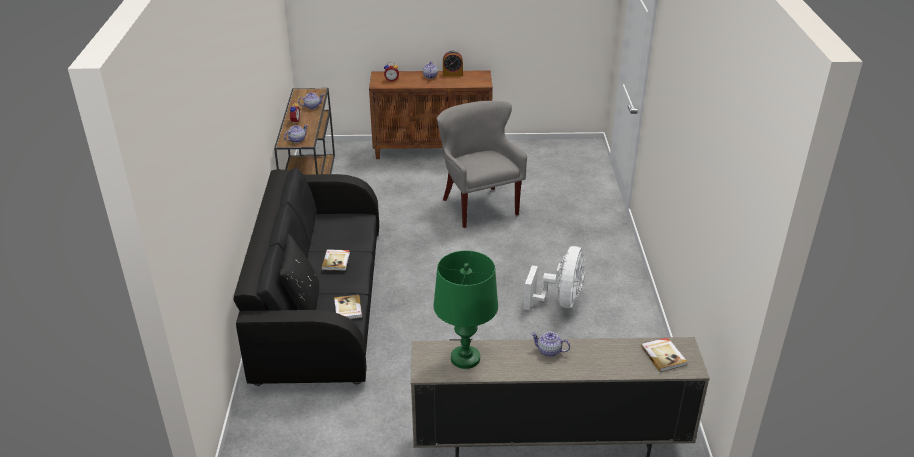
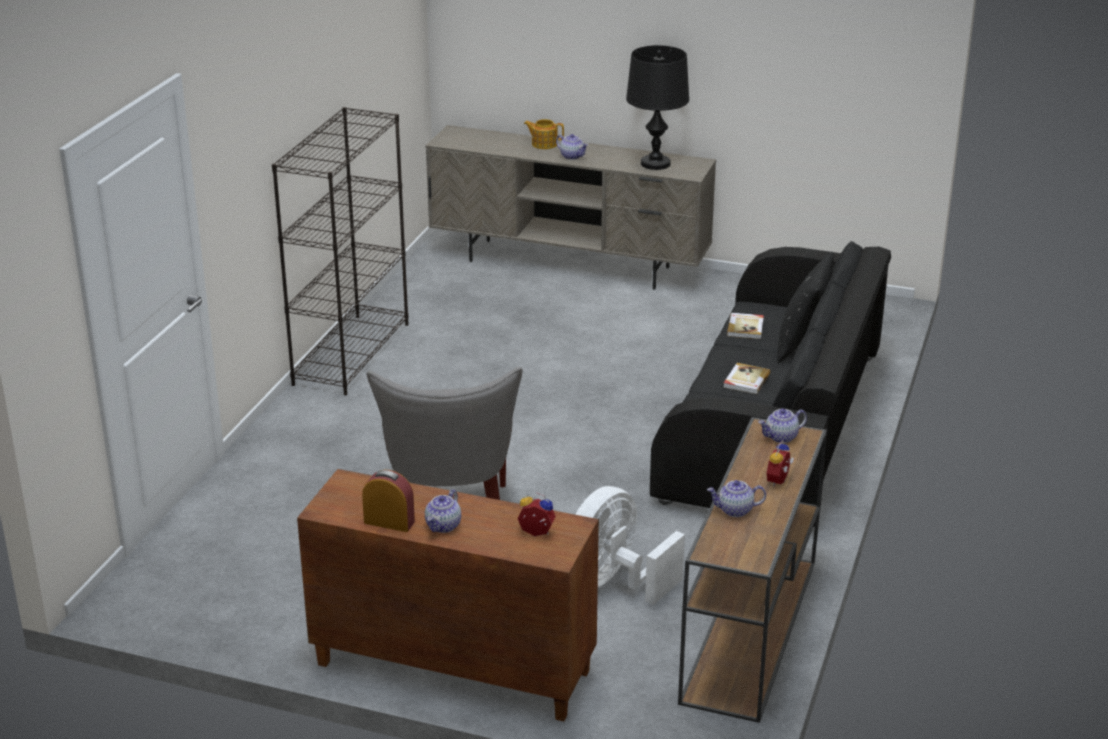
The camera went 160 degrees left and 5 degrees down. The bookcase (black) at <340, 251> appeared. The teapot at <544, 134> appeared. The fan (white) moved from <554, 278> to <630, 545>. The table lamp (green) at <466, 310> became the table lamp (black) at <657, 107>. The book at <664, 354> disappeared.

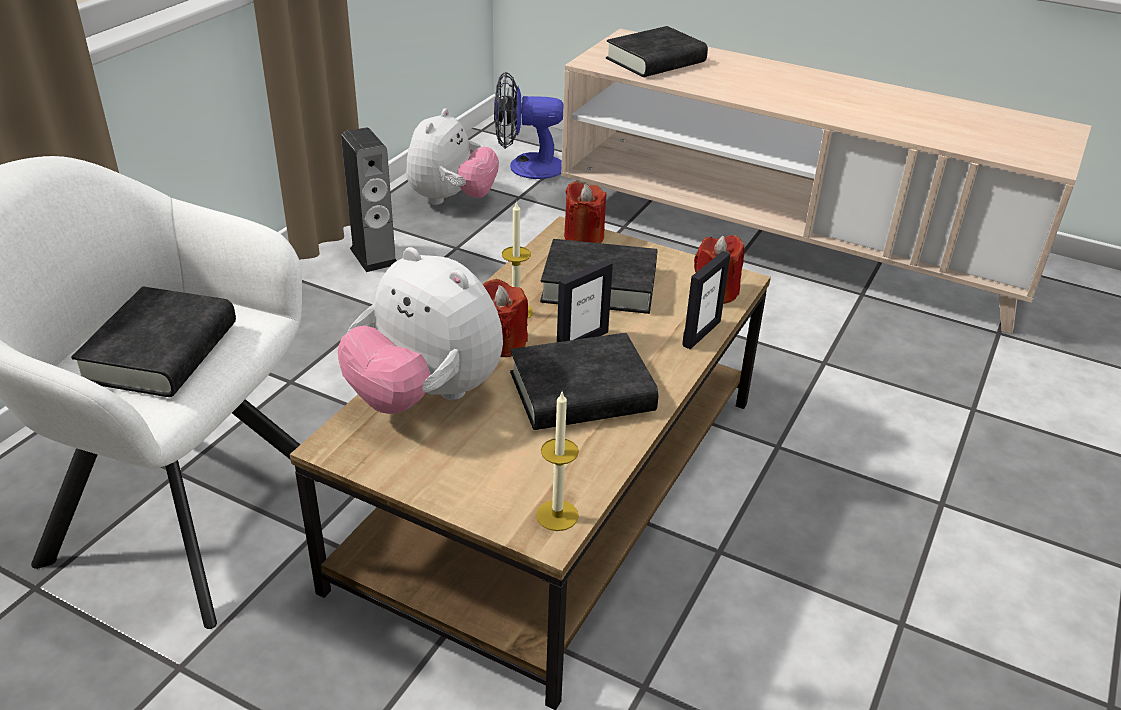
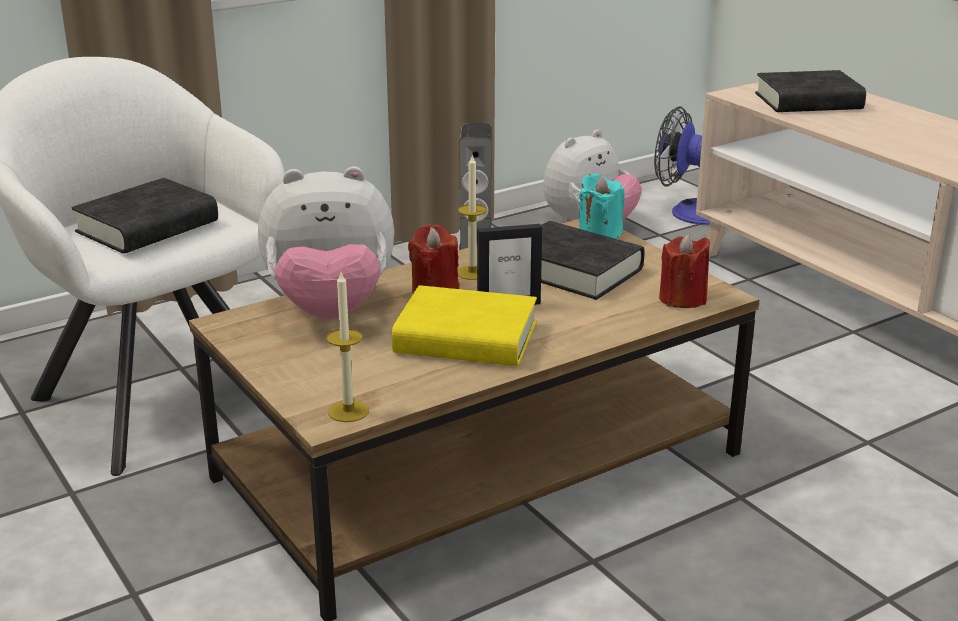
The camera went 30 degrees right and 10 degrees down. The plush toy at <420, 330> turned 75 degrees counterclockwise. The book (black) at <584, 381> became the book (yellow) at <464, 325>. The candle (red) at <585, 212> became the candle (turquoise) at <601, 206>. The picture frame at <706, 300> disappeared.

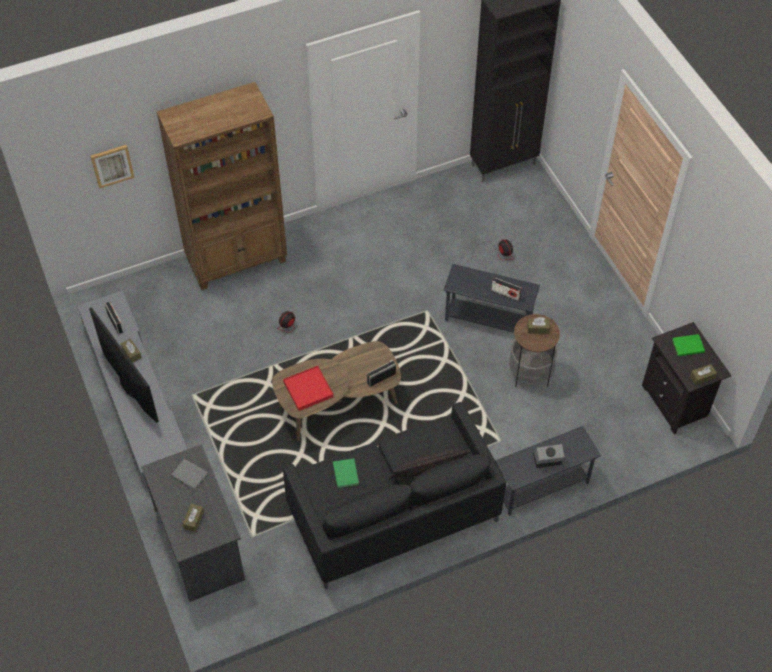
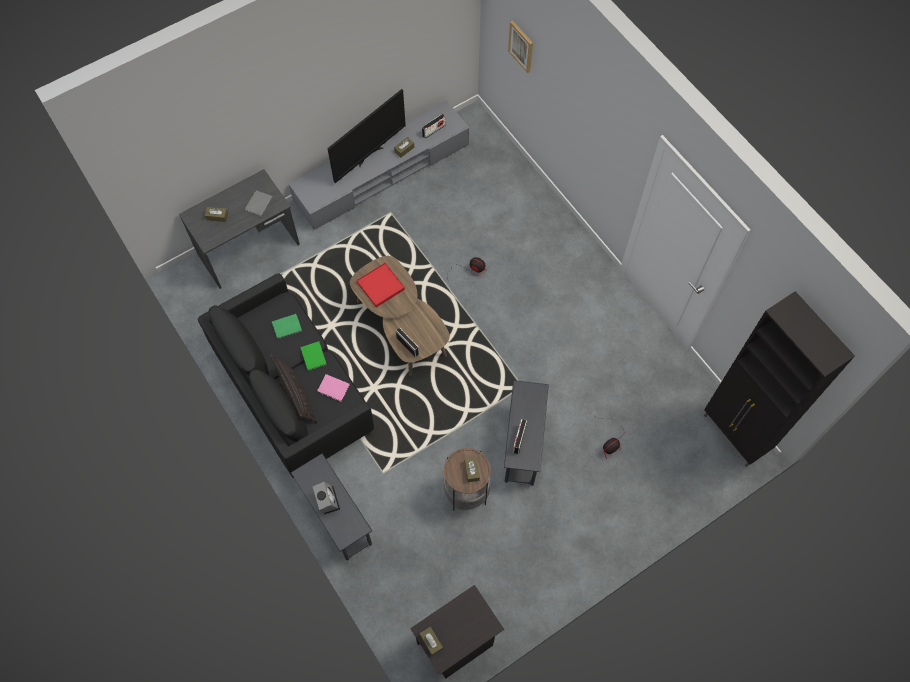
The camera went 80 degrees right and 10 degrees up. The book (green) moved from <688, 345> to <313, 356>. The book (pink) at <333, 388> appeared. The bookcase (brown) at <222, 186> disappeared.

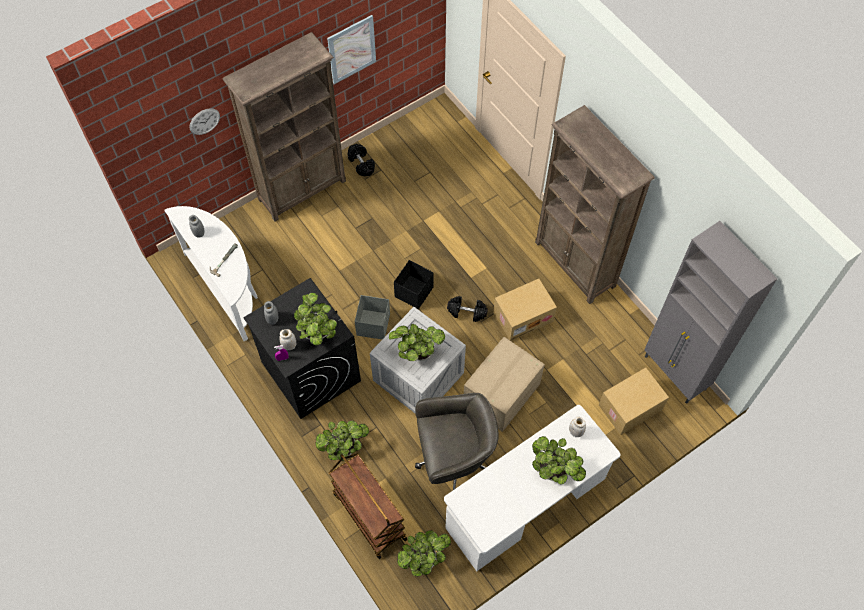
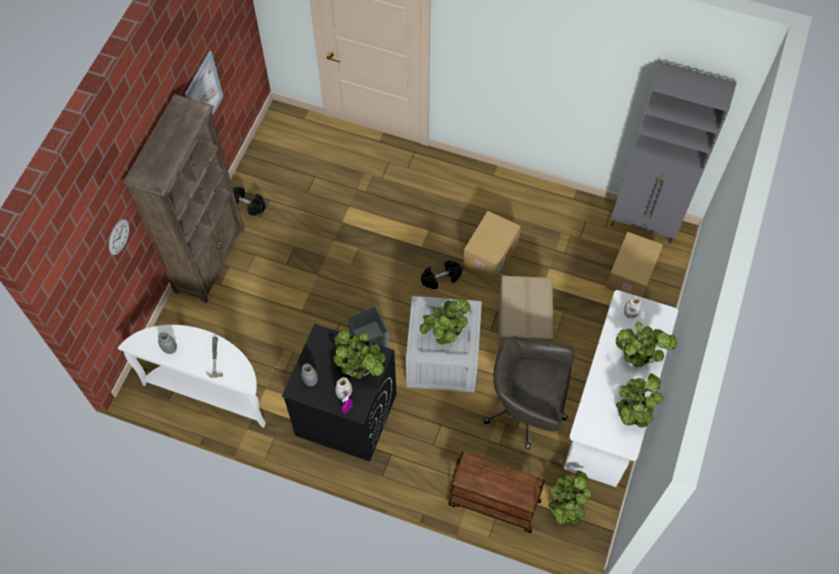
The camera went 35 degrees left and 0 degrees up. The office chair (grey) at <456, 441> turned 120 degrees counterclockwise. The potted plant moved from <342, 441> to <639, 400>. The storage box (black) at <414, 284> disappeared. The bookcase (brown) at <595, 204> disappeared.

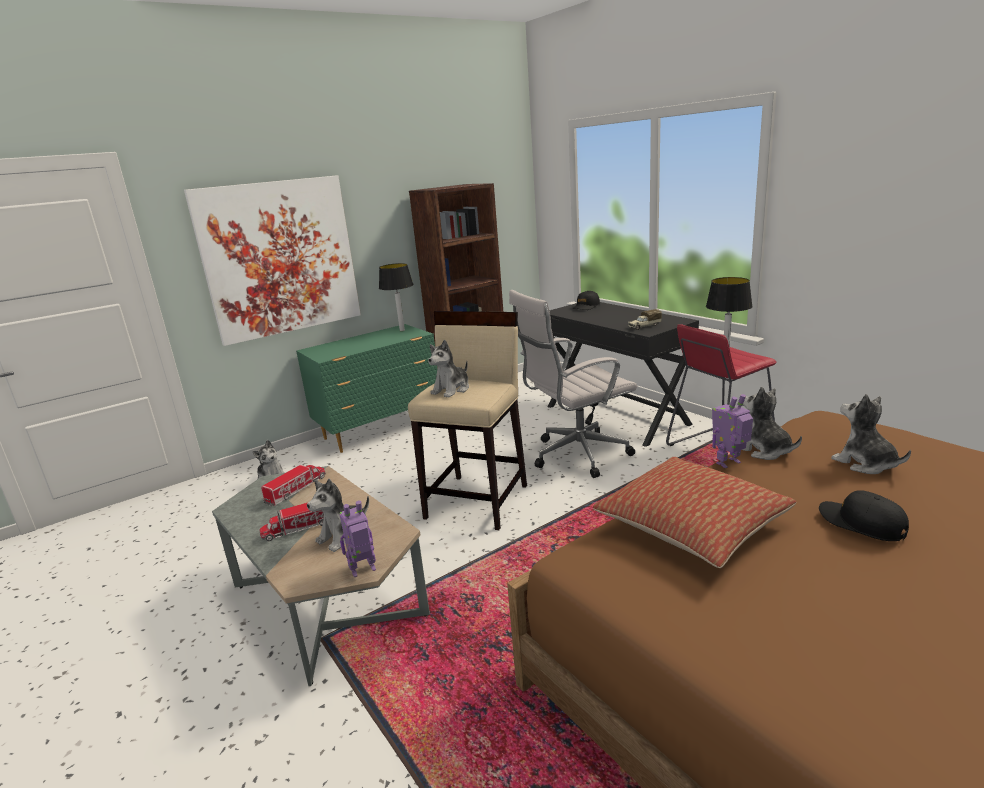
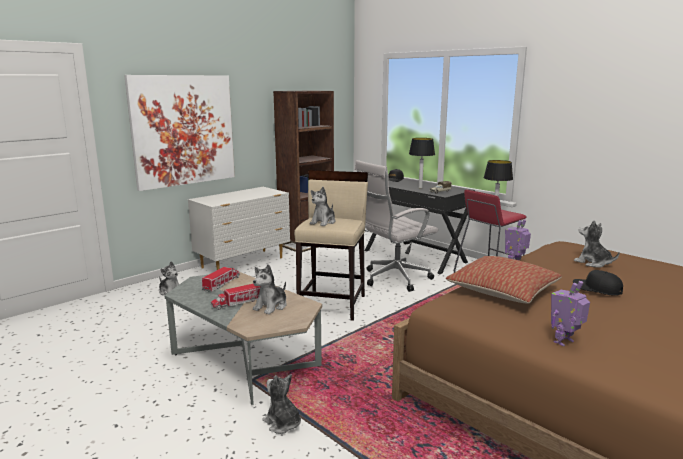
The camera went 10 degrees left and 5 degrees down. The dresser (green) at <366, 388> became the dresser (white) at <239, 228>. The plush toy moved from <772, 423> to <281, 404>. The table lamp moved from <396, 297> to <422, 163>. The toy robot moved from <357, 538> to <570, 314>.

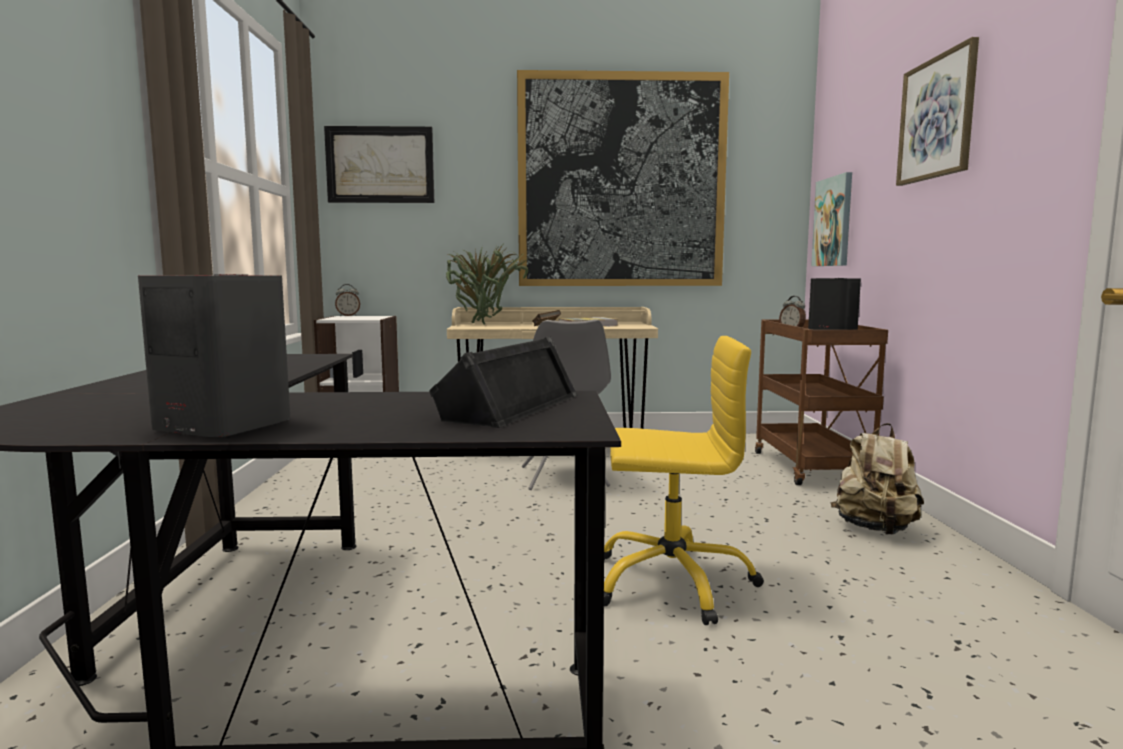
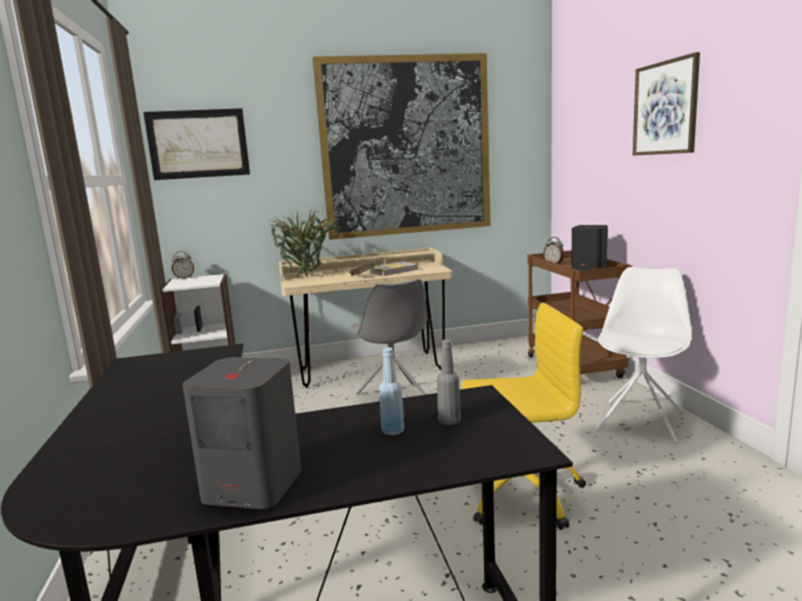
The camera went 10 degrees left and 5 degrees up. The bottle (blue) at <391, 391> appeared. The speaker (black) at <503, 382> was replaced by the bottle (grey) at <449, 382>. The backpack (beige) at <877, 479> was replaced by the chair (white) at <643, 355>. The picture at <831, 219> disappeared.

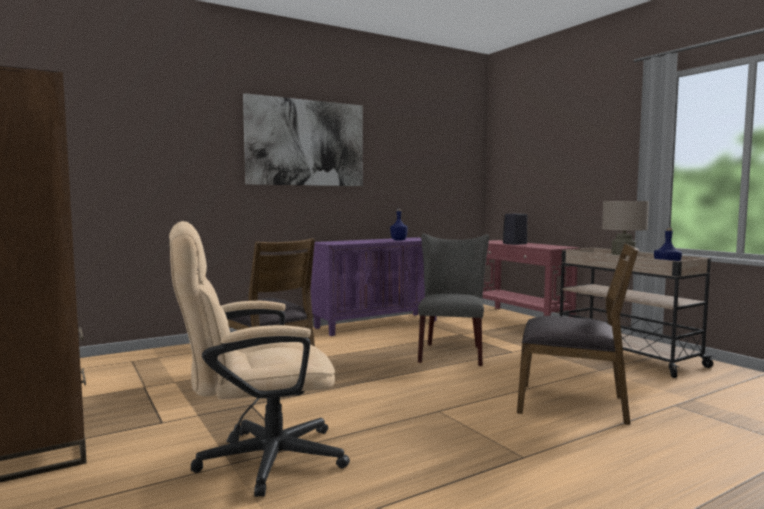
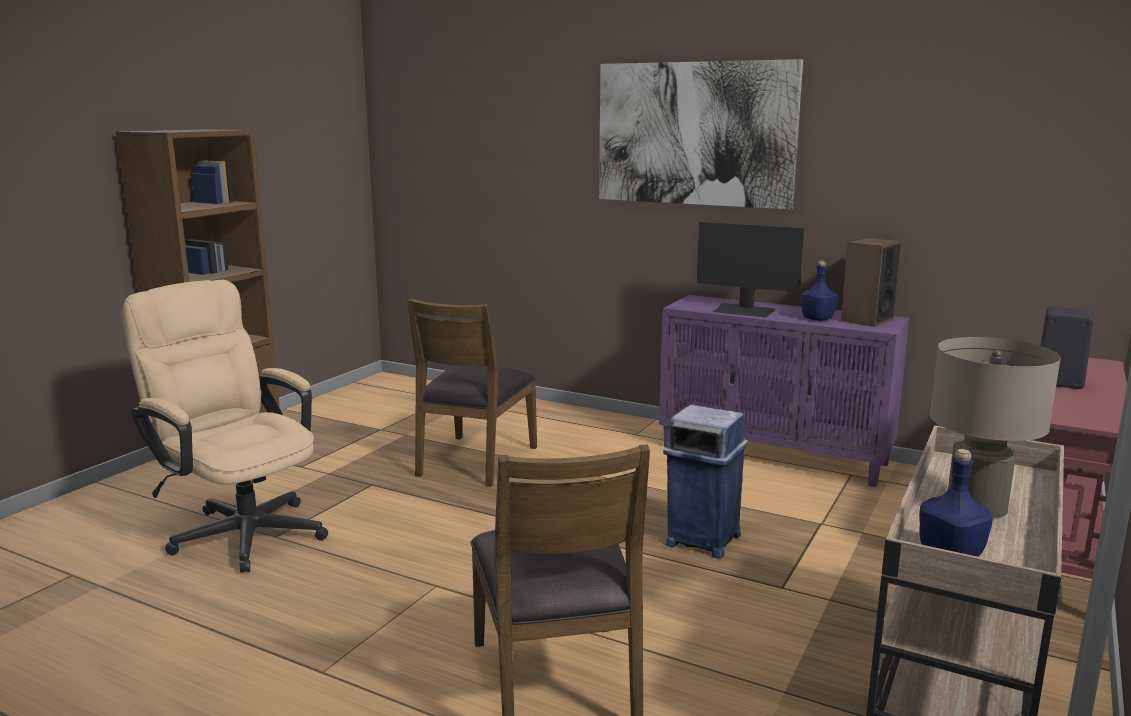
The camera went 60 degrees right and 10 degrees up. The chair (grey) at <453, 299> was replaced by the trash can (blue) at <705, 482>. The monitor at <750, 270> appeared. The speaker at <871, 282> appeared.

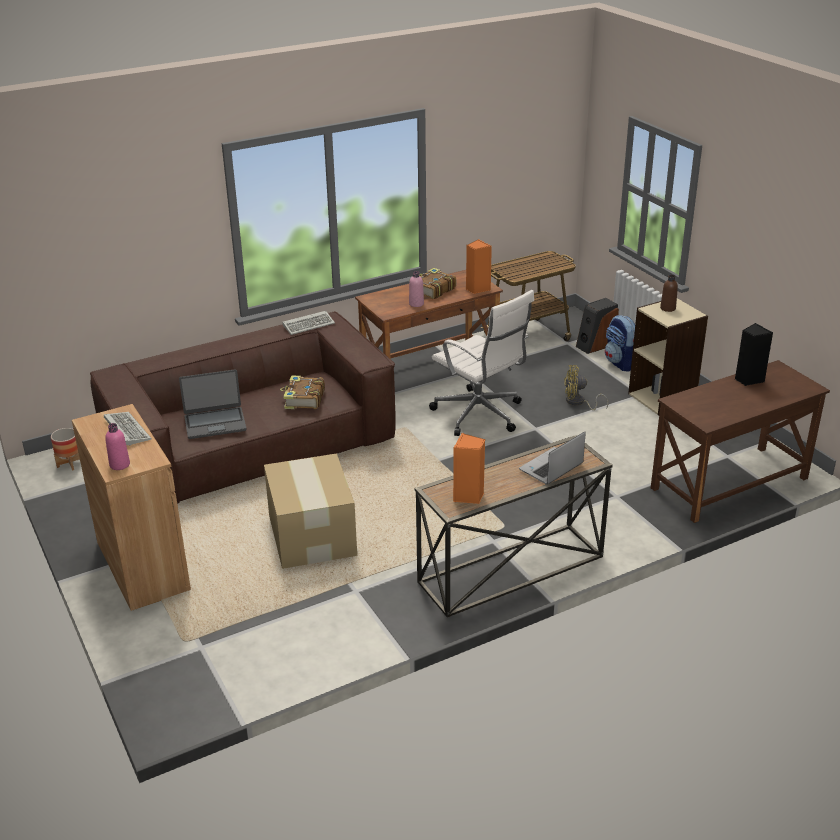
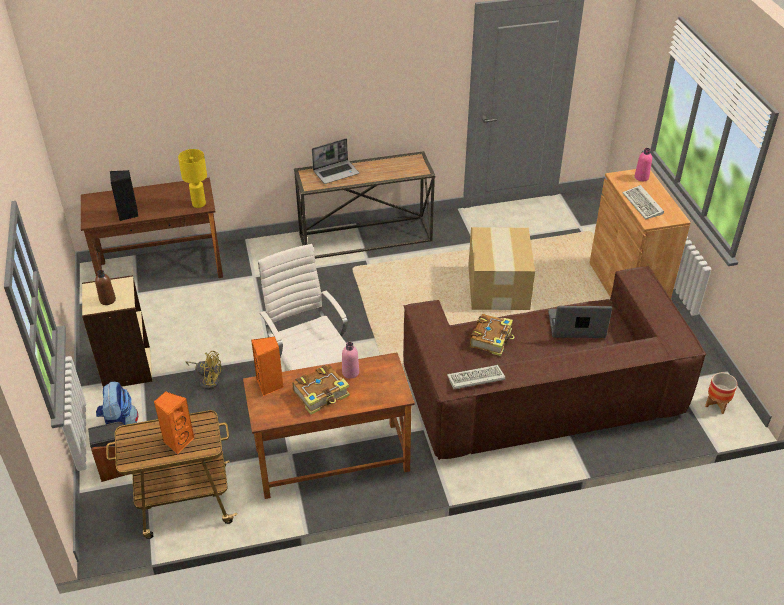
The camera went 165 degrees left and 10 degrees up. The speaker (orange) moved from <469, 468> to <174, 422>. The table lamp (yellow) at <192, 178> appeared.

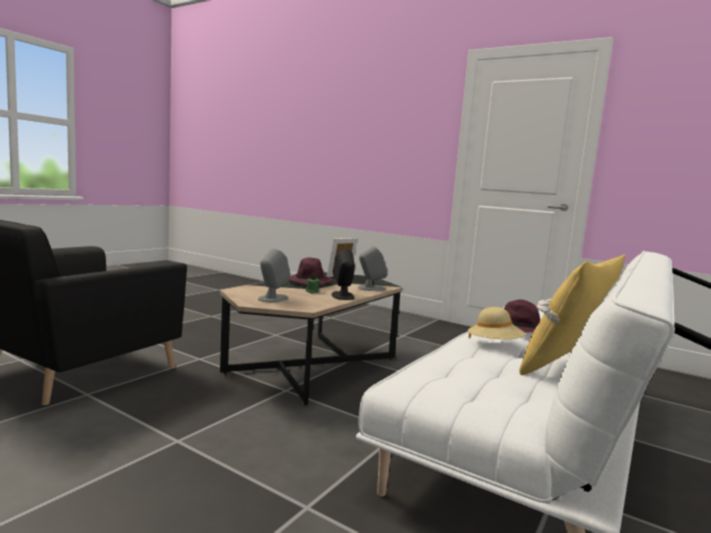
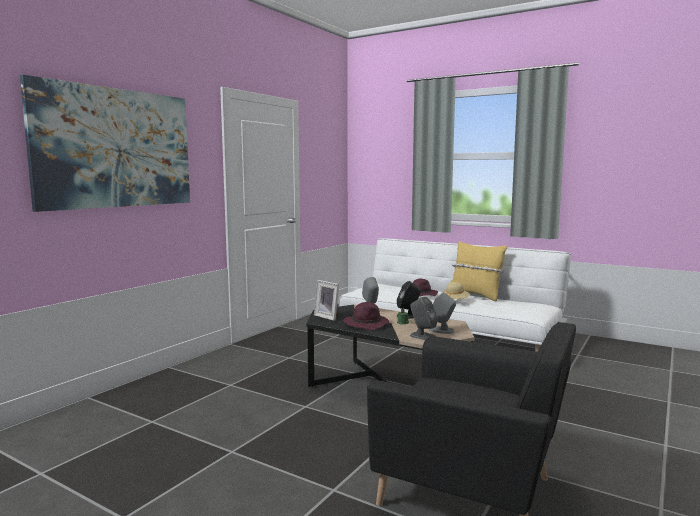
The camera went 90 degrees left and 0 degrees up. The picture at <105, 143> appeared. The speaker (grey) at <423, 318> appeared.

